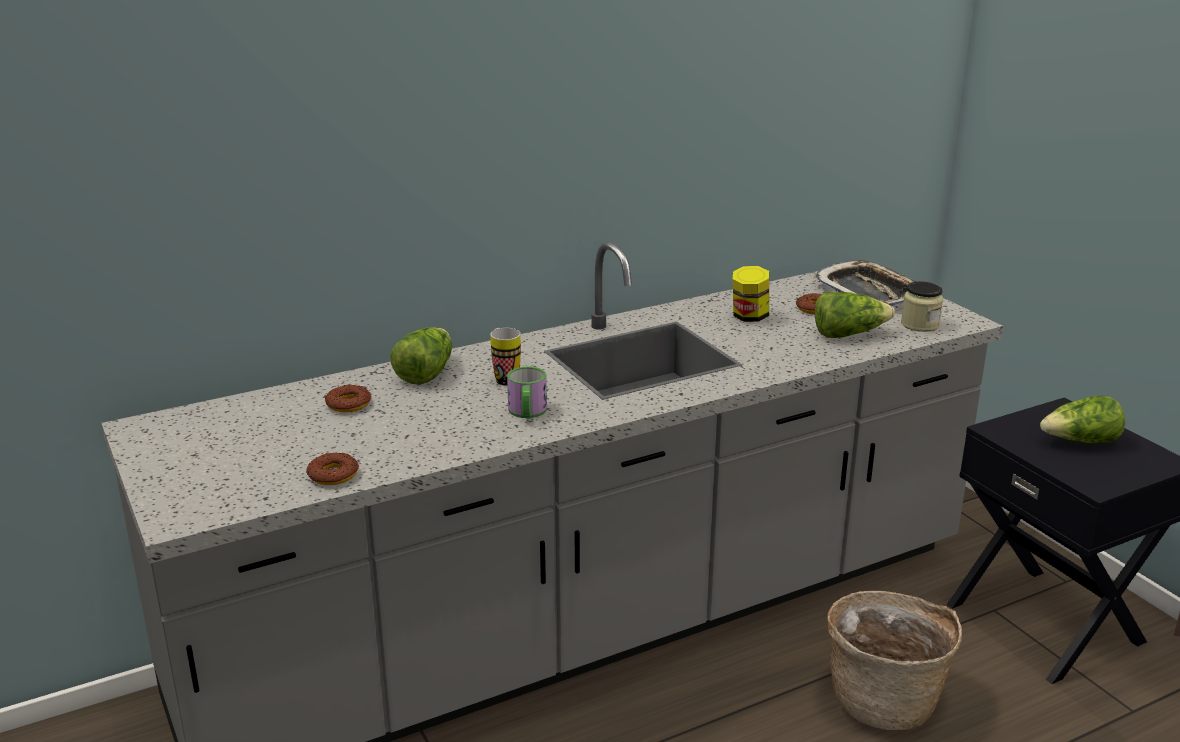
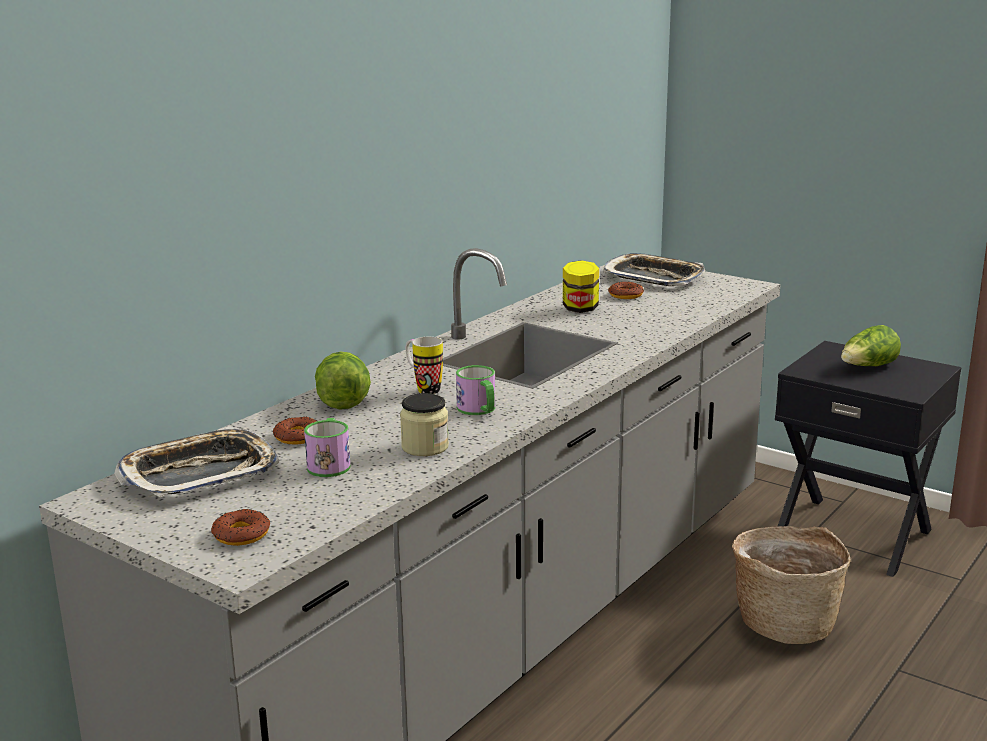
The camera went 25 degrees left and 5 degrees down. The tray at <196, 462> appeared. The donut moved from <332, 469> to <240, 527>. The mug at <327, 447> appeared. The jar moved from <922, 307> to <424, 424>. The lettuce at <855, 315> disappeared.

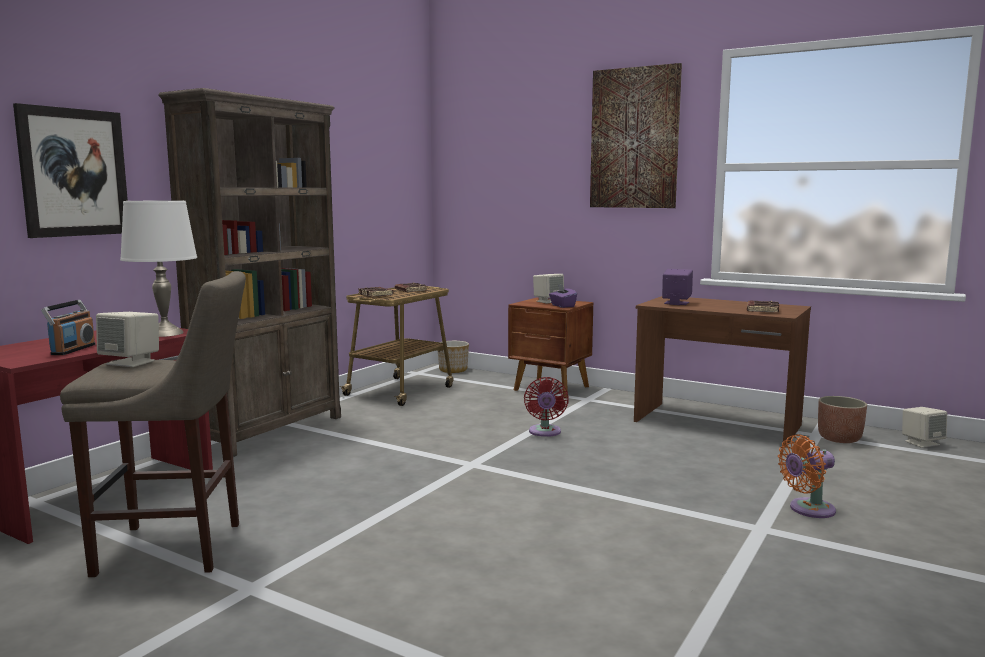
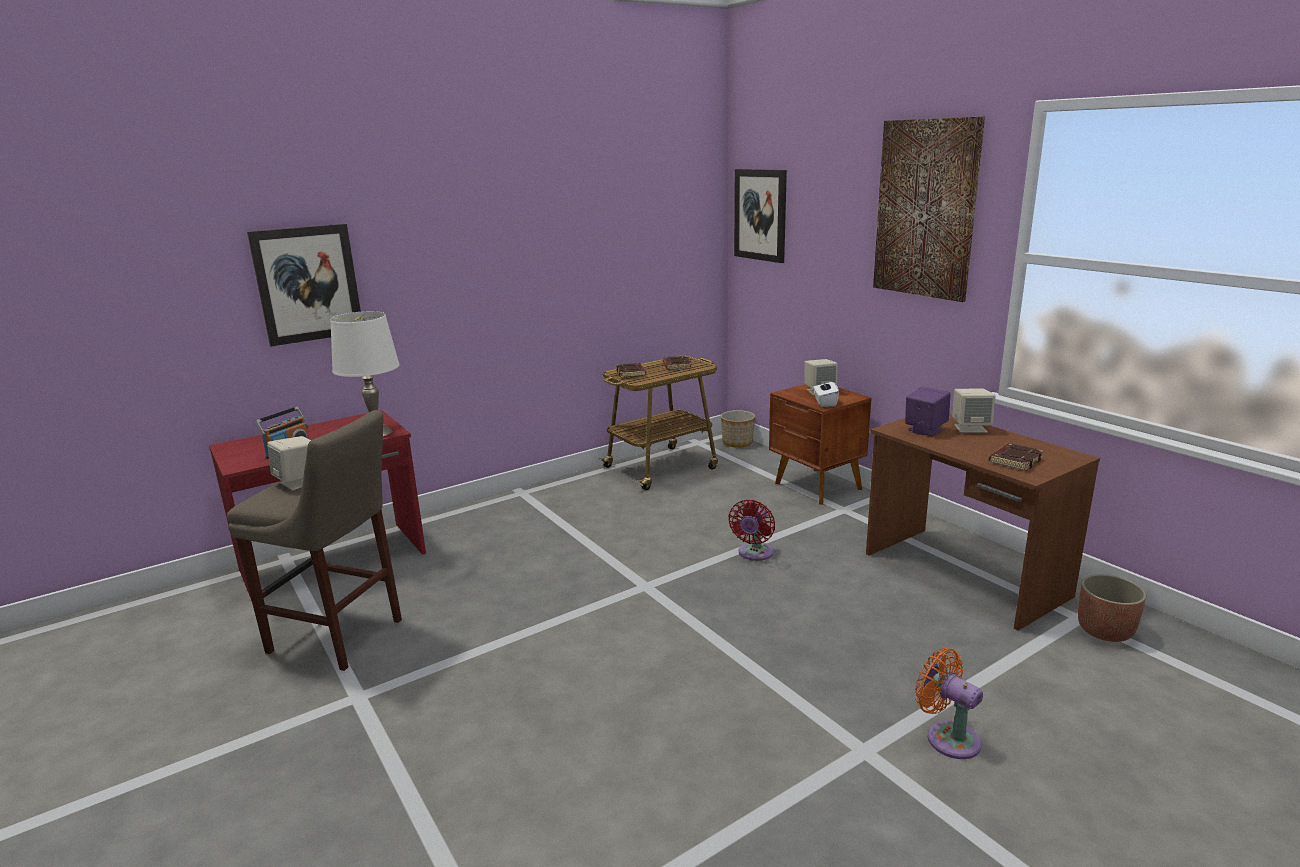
The camera went 25 degrees right and 10 degrees up. The picture at <760, 216> appeared. The tissue box (purple) at <563, 296> became the tissue box (white) at <826, 393>. The fan (orange) at <807, 476> turned 45 degrees clockwise. The speaker (beige) moved from <924, 427> to <973, 411>. The bookcase (brown) at <250, 272> disappeared.

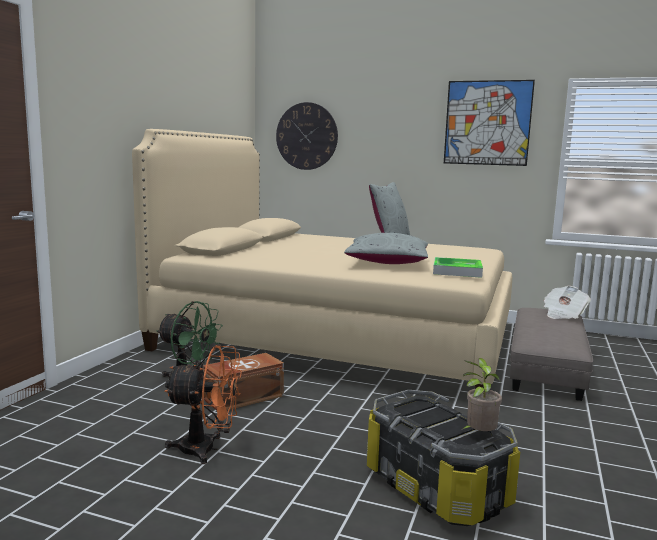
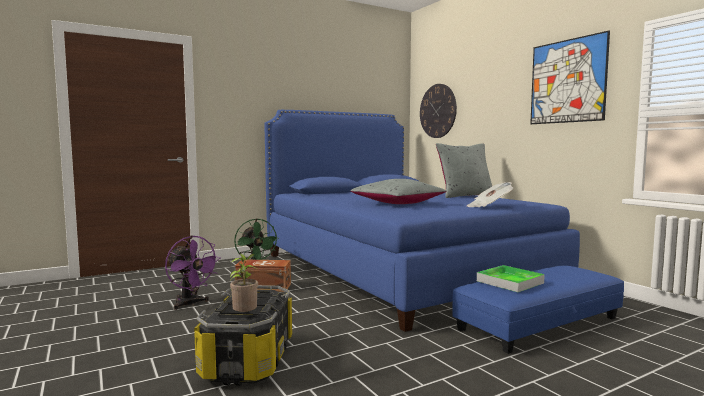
The camera went 40 degrees right and 5 degrees down. The fan (orange) at <203, 404> became the fan (purple) at <193, 273>. The bed (beige) at <322, 259> became the bed (blue) at <422, 221>. The ottoman (grey) at <551, 354> became the ottoman (blue) at <538, 309>. The newspaper moved from <567, 302> to <490, 194>. The tray moved from <458, 267> to <511, 278>.

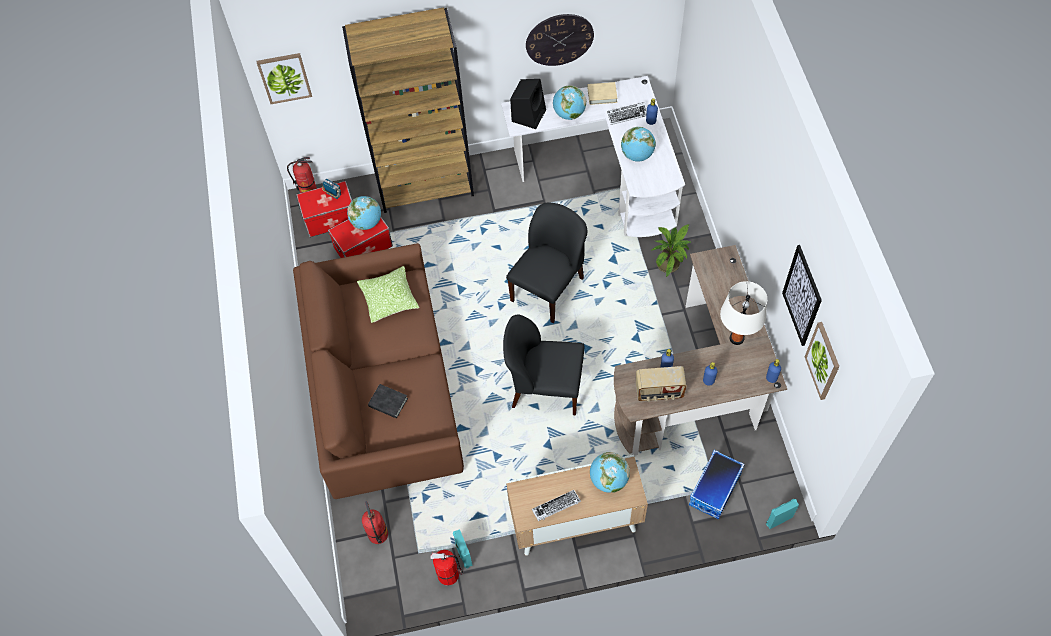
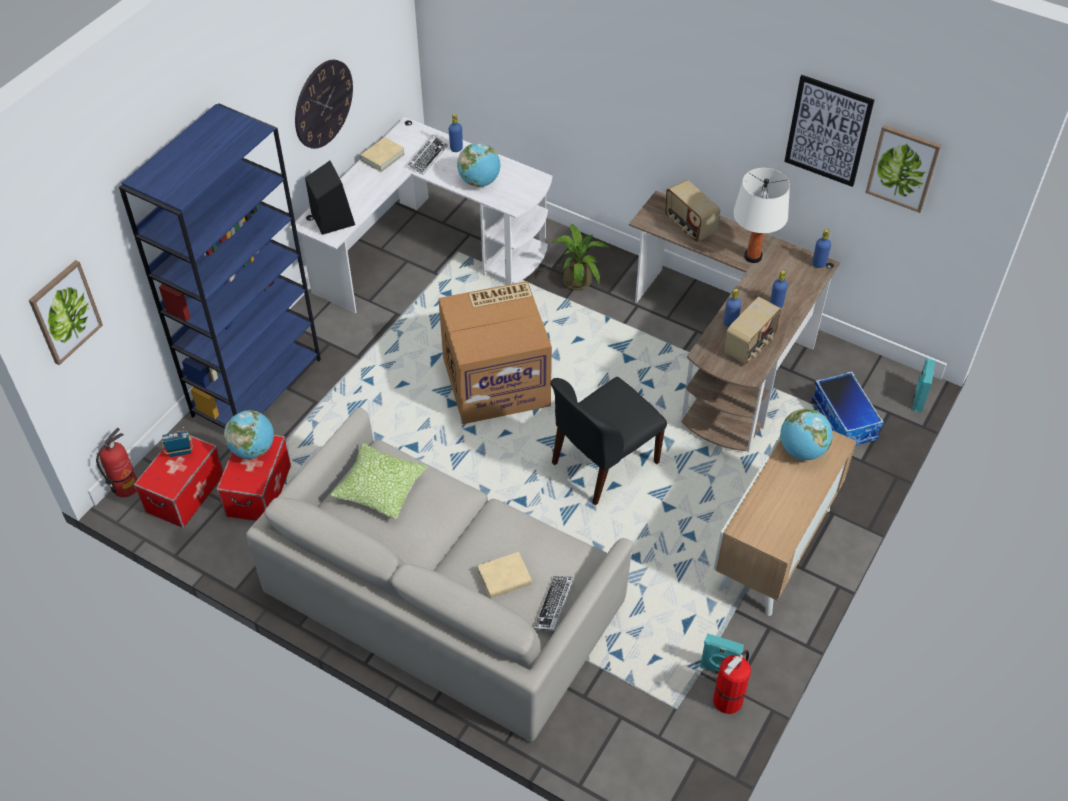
The camera went 50 degrees left and 10 degrees down. The bookcase (brown) at <408, 110> became the bookcase (blue) at <220, 266>. The sofa (brown) at <378, 371> became the sofa (grey) at <439, 574>. The chair (black) at <546, 263> was replaced by the cardboard box at <495, 352>. The book (black) at <388, 401> became the book (beige) at <504, 575>. The keyboard moved from <556, 505> to <553, 603>. The radio at <692, 211> appeared. The fire extinguisher at <375, 522> disappeared. The globe at <569, 103> disappeared.

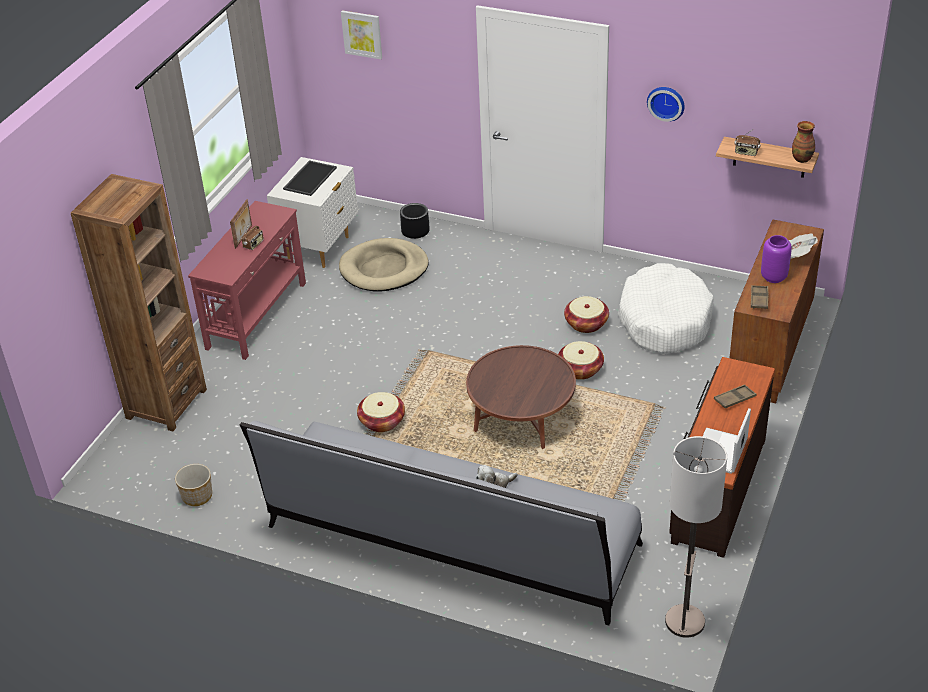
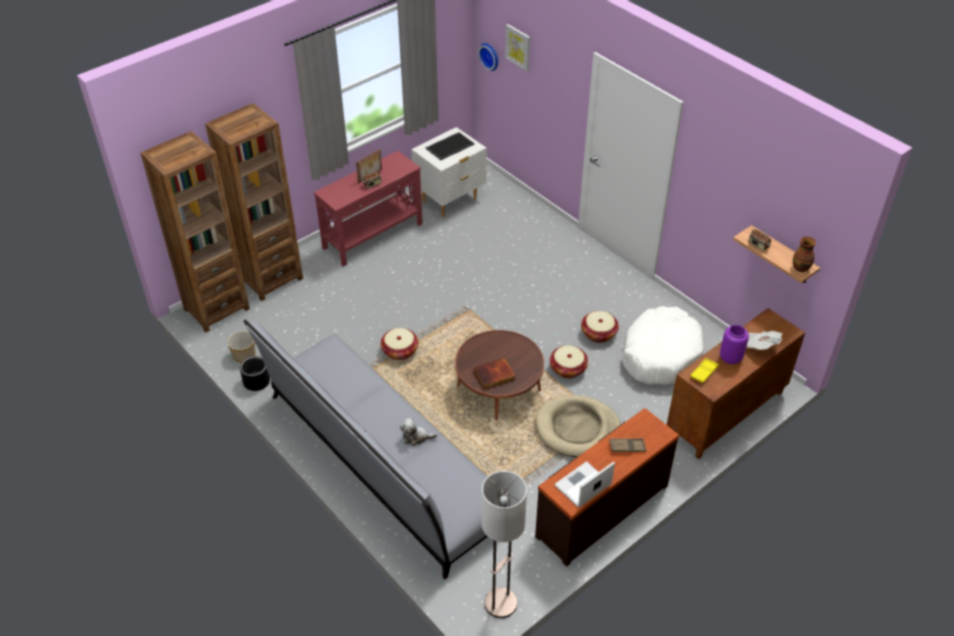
The camera went 25 degrees right and 5 degrees up. The bookcase (brown) at <195, 231> appeared. The planter (black) moved from <415, 221> to <255, 373>. The book at <494, 374> appeared. The wall clock moved from <666, 104> to <488, 57>. The dog bed (beige) moved from <384, 265> to <578, 426>. The tray (brown) at <760, 297> became the tray (yellow) at <704, 370>.

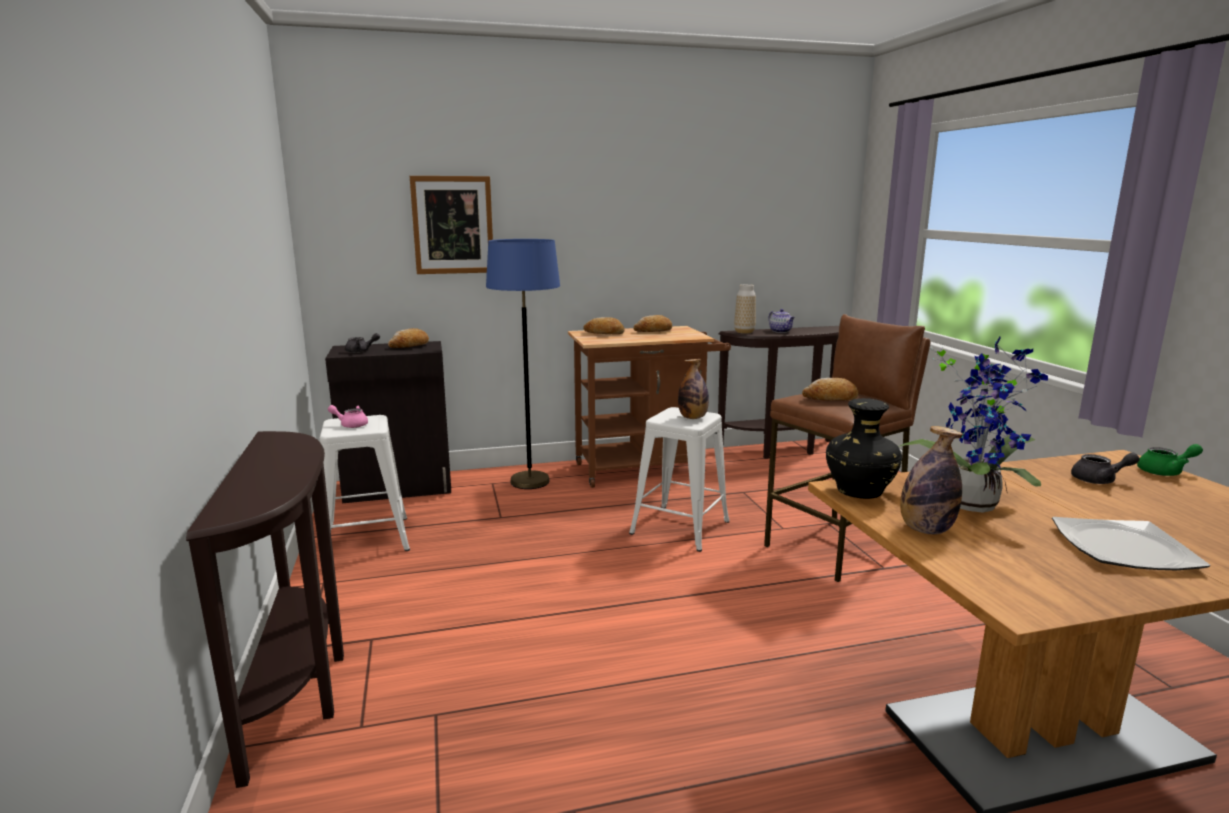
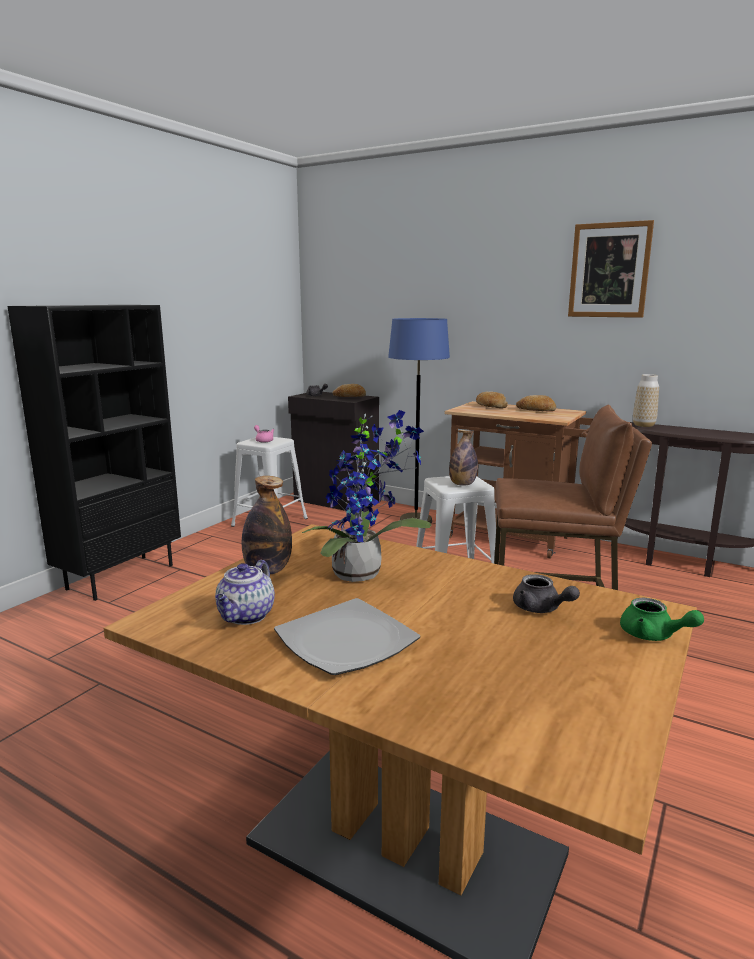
The camera went 45 degrees right and 0 degrees up. The console table (brown) at <265, 609> was replaced by the bookcase (black) at <94, 453>. The teapot moved from <782, 321> to <245, 592>. The picture moved from <451, 225> to <611, 269>. The bread at <830, 389> disappeared. The vase (black) at <864, 448> disappeared.

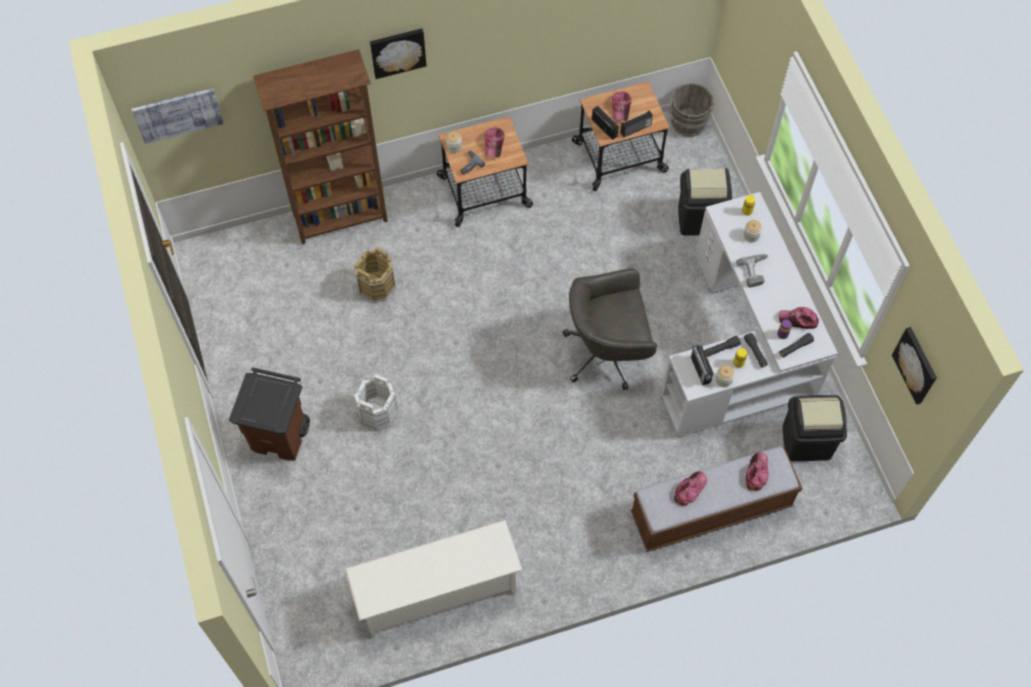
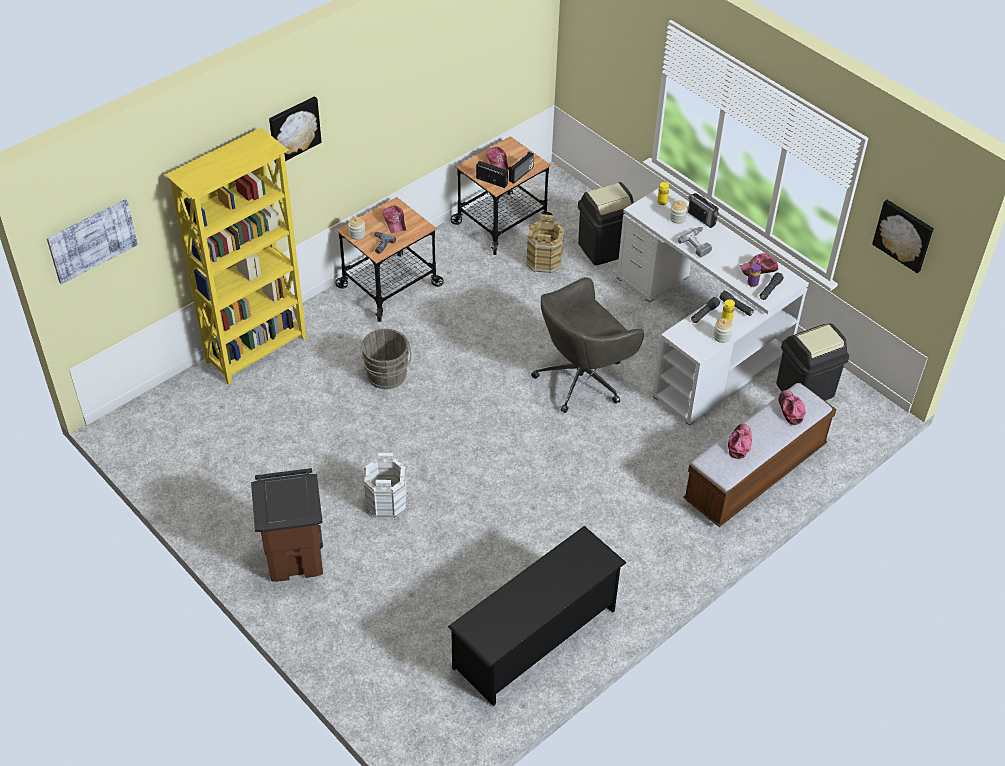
The camera went 25 degrees left and 15 degrees down. The bookcase (brown) at <320, 147> became the bookcase (yellow) at <236, 256>. The bucket (grey) moved from <692, 110> to <386, 359>. The shoe rack (white) at <433, 579> became the shoe rack (black) at <537, 616>. The bucket (brown) moved from <375, 275> to <545, 243>. The radio moved from <702, 364> to <703, 208>.

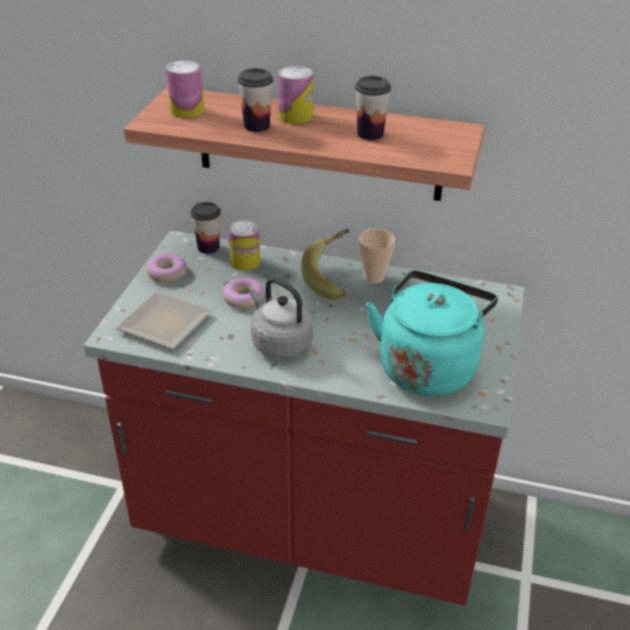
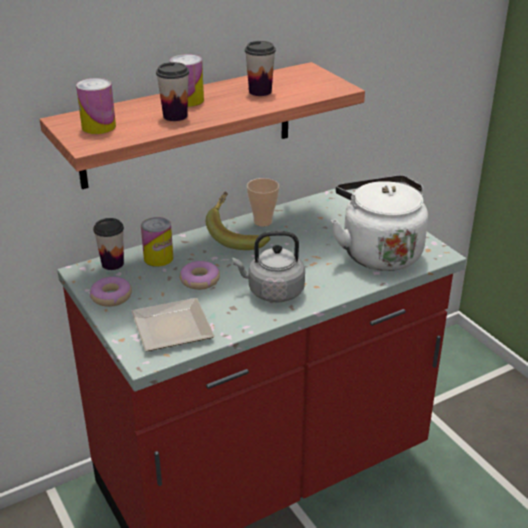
The camera went 45 degrees left and 5 degrees down. The kettle (turquoise) at <432, 333> became the kettle (white) at <379, 223>.

